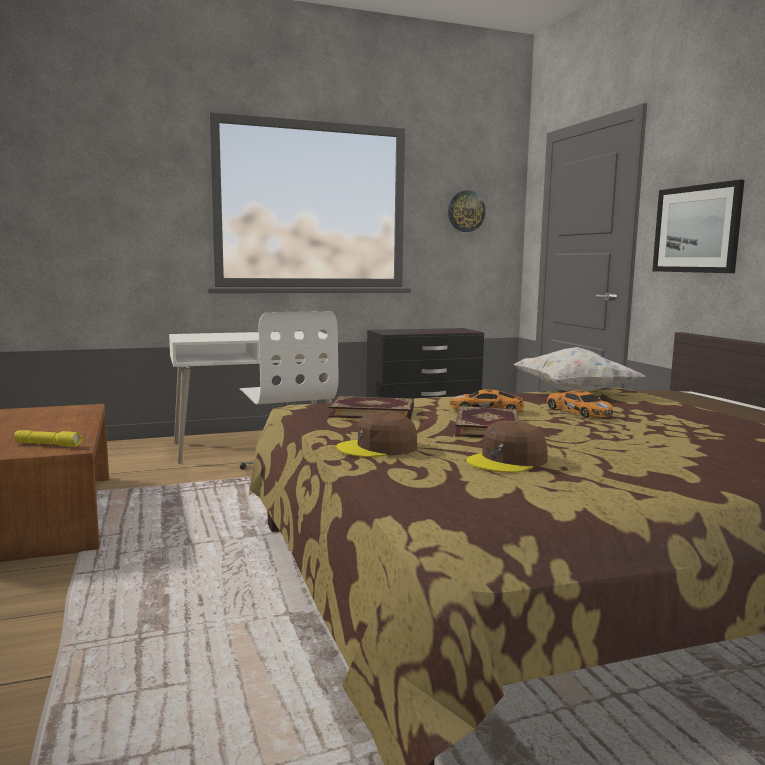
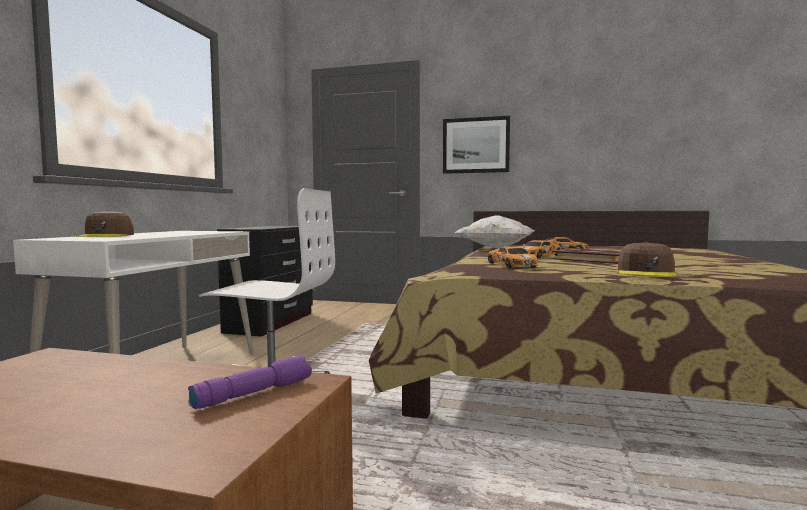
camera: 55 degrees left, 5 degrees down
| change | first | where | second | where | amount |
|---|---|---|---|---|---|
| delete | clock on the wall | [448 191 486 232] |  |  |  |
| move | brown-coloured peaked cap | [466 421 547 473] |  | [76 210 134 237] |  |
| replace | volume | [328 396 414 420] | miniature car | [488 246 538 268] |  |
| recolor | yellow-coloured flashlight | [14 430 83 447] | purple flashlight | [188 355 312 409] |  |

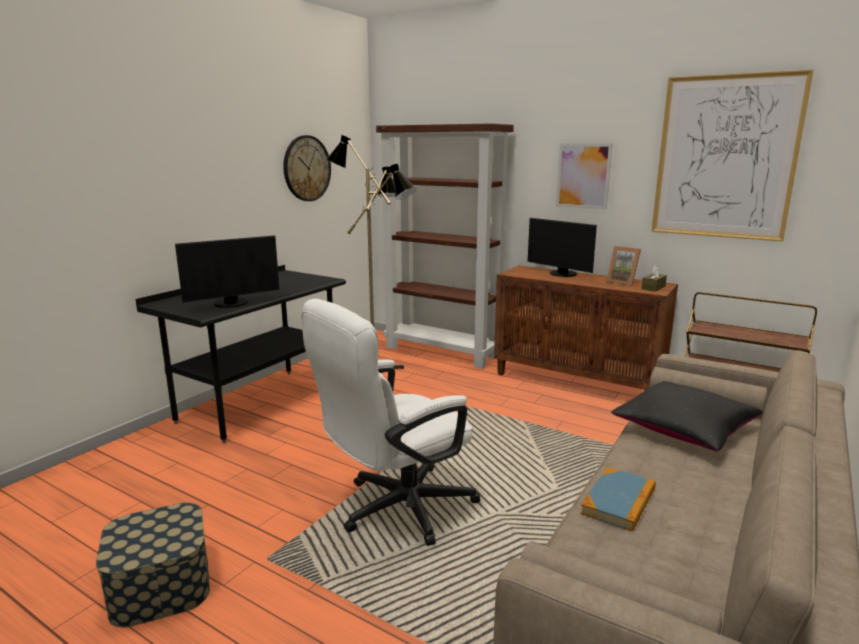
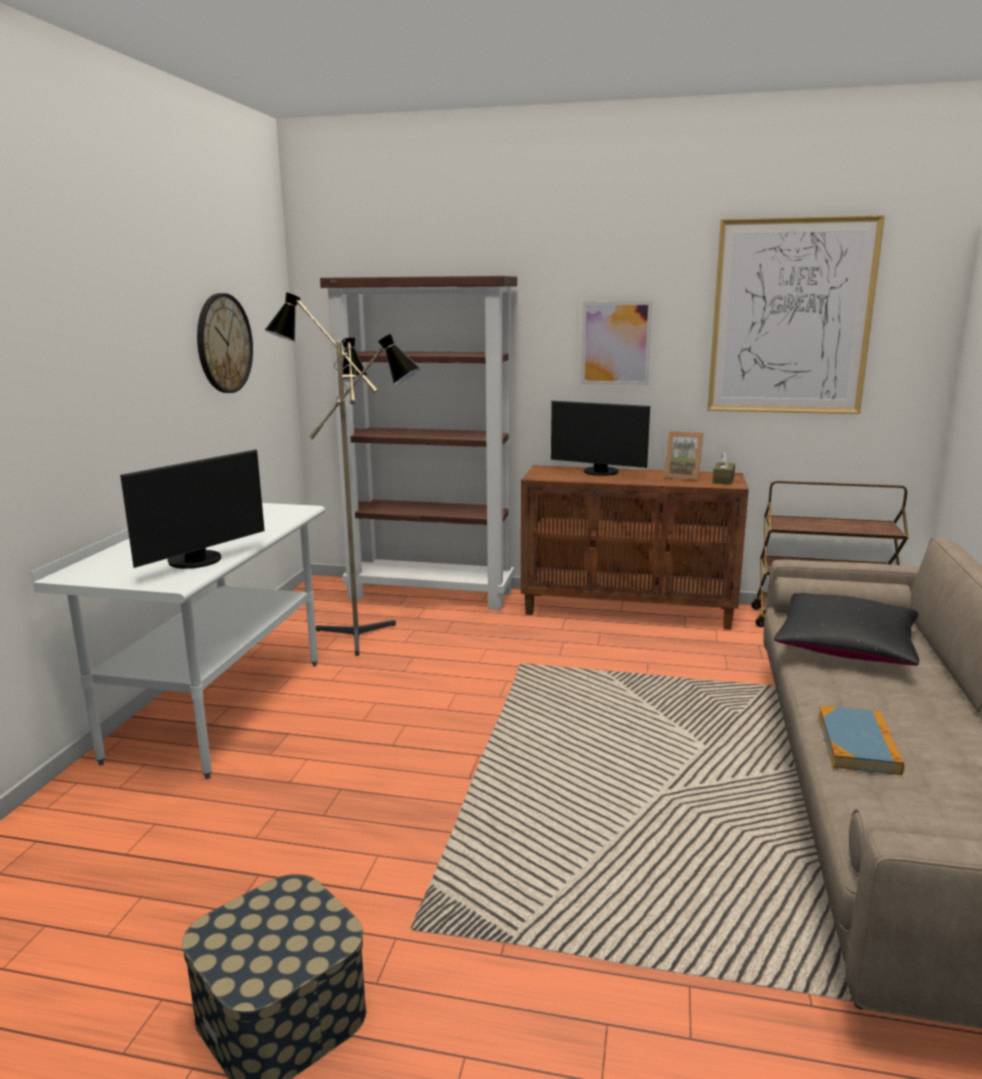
camera: 20 degrees left, 0 degrees up
| change | first | where | second | where | amount |
|---|---|---|---|---|---|
| delete | white computer chair | [301 299 480 546] |  |  |  |
| recolor | black desk unit | [135 265 346 443] | white desk unit | [31 503 325 779] |  |

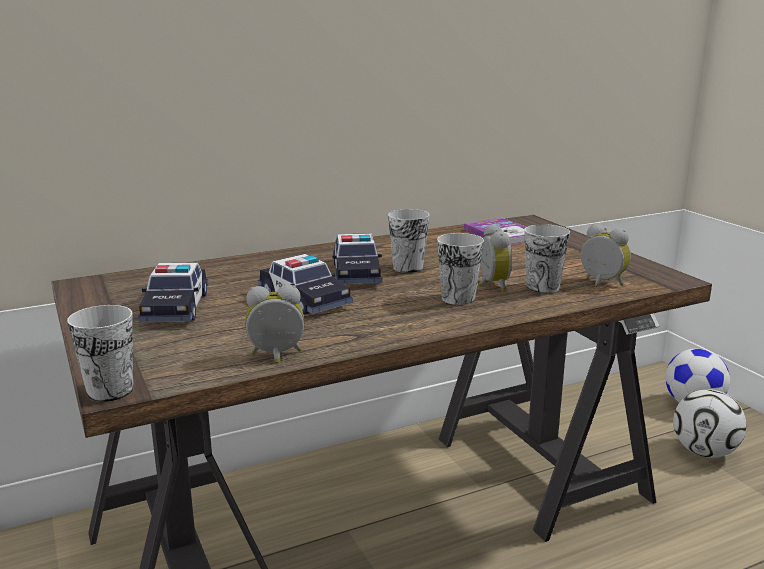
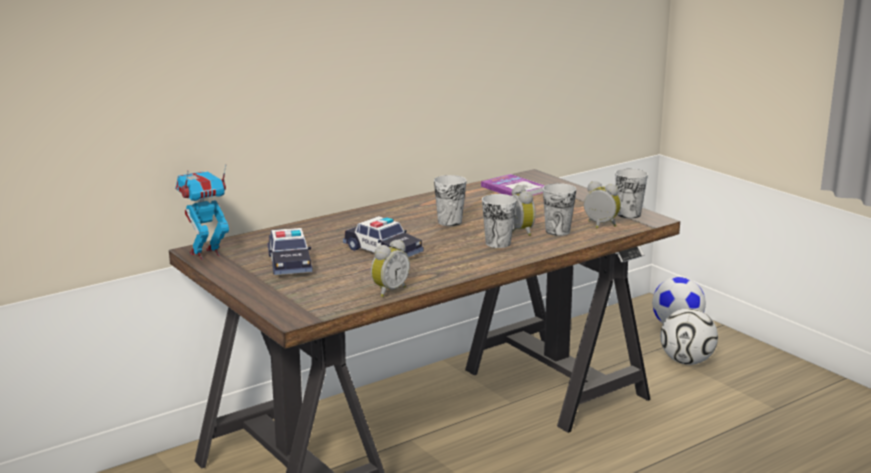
camera: 10 degrees left, 0 degrees up
| change | first | where | second | where | amount |
|---|---|---|---|---|---|
| delete | miniature car | [333 233 382 284] |  |  |  |
| insert |  |  | robot figure | [175 164 229 260] |  |
| move | cup | [67 305 133 402] |  | [615 169 648 219] |  |
| rotate | table clock | [245 285 304 363] |  | [371 239 410 297] | 150 degrees clockwise |

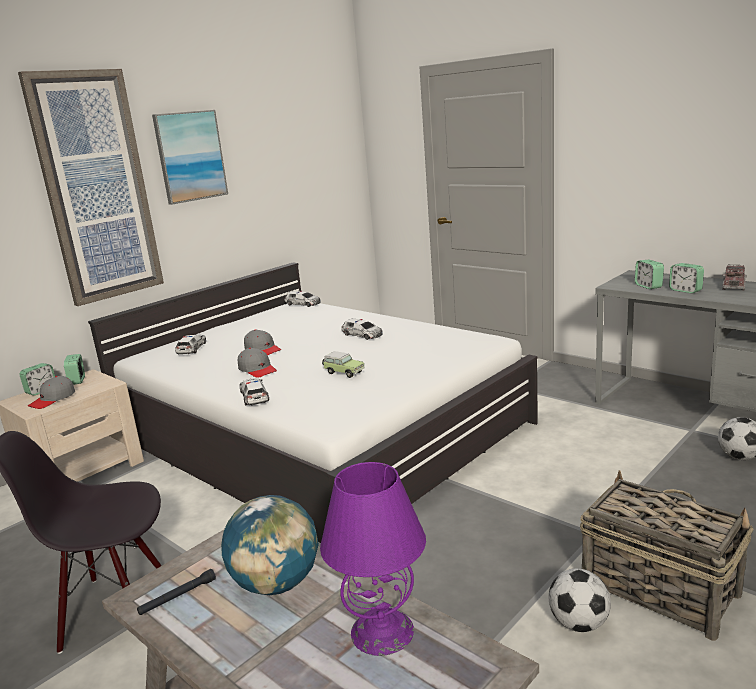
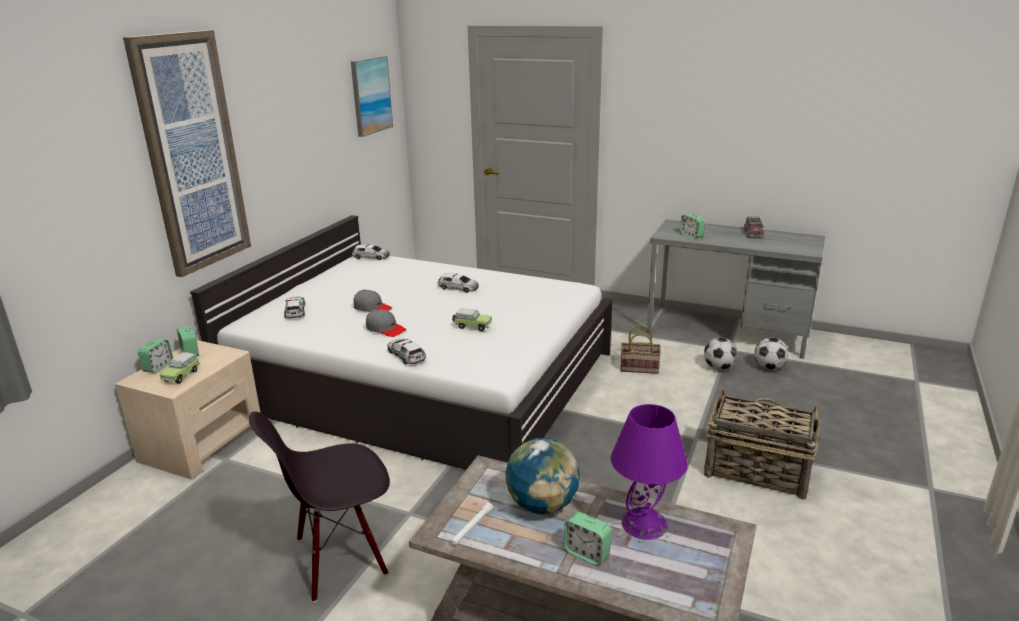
camera: 20 degrees left, 5 degrees up
| change | first | where | second | where | amount |
|---|---|---|---|---|---|
| insert |  |  | household basket | [620 324 661 374] |  |
| move | wall picture | [152 110 228 205] |  | [351 56 393 137] |  |
| move | football ball | [549 568 611 632] |  | [704 337 738 370] |  |
| move | table clock | [669 263 704 293] |  | [564 512 611 565] |  |
| replace | gray peaked cap | [28 376 75 409] | miniature car | [160 352 200 384] |  |
| recolor | black flashlight | [137 569 216 615] | white flashlight | [451 502 493 546] |  |

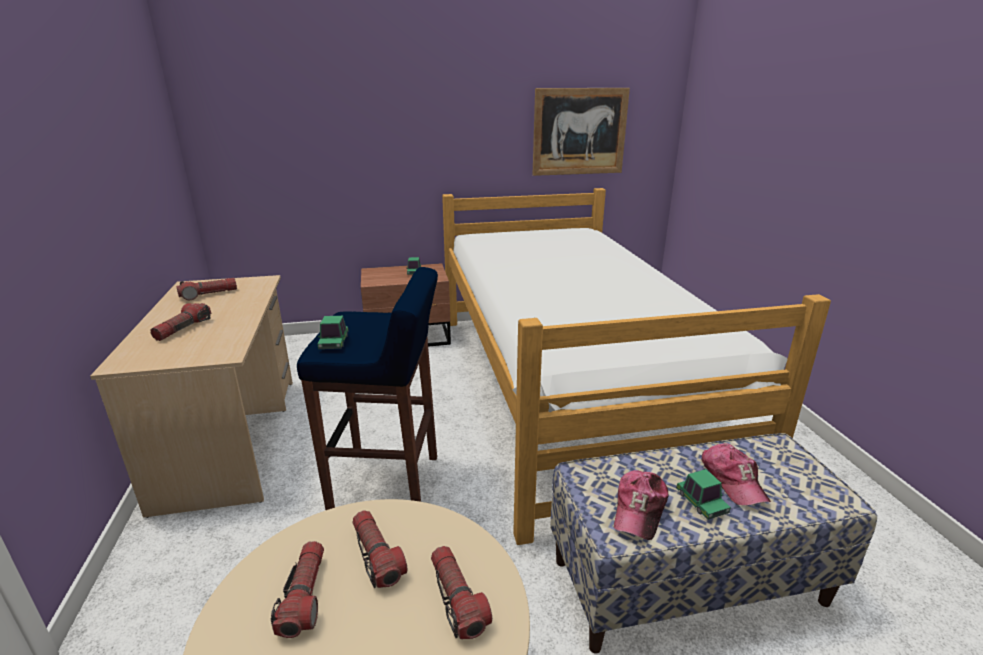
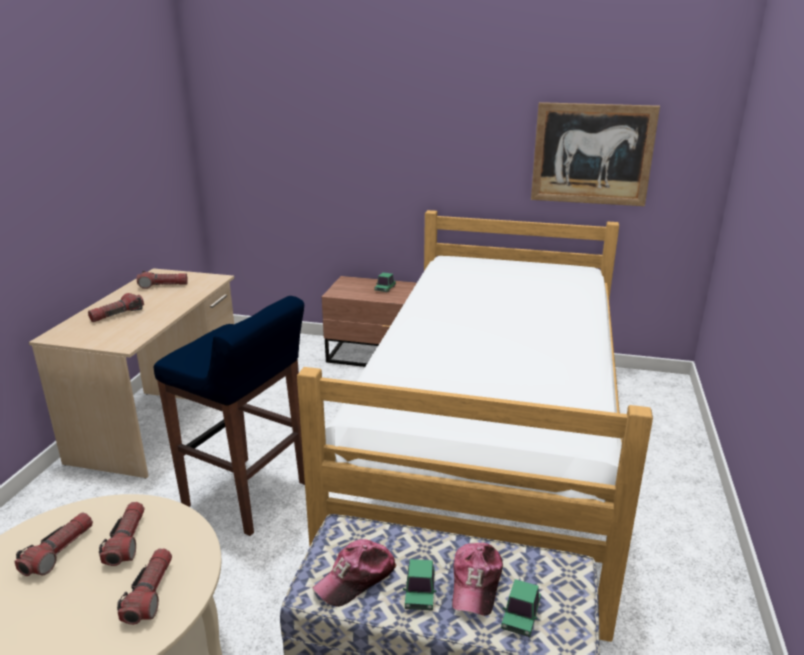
camera: 25 degrees right, 0 degrees up
| change | first | where | second | where | amount |
|---|---|---|---|---|---|
| move | miniature car | [318 316 348 349] |  | [501 579 541 637] |  |

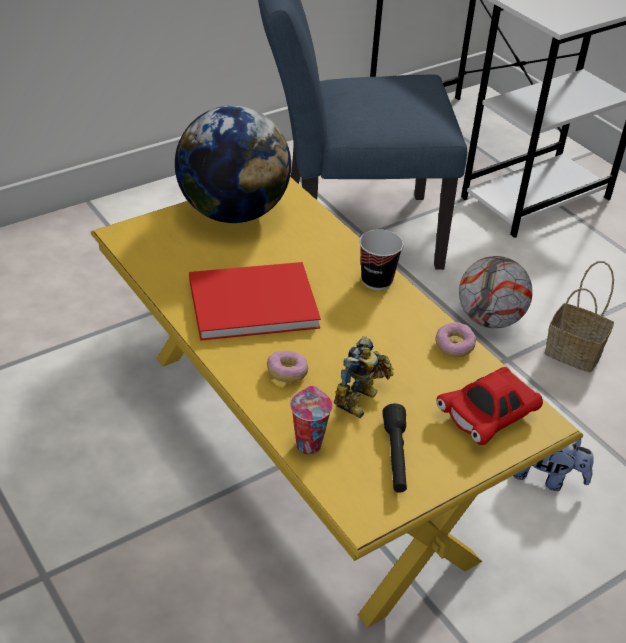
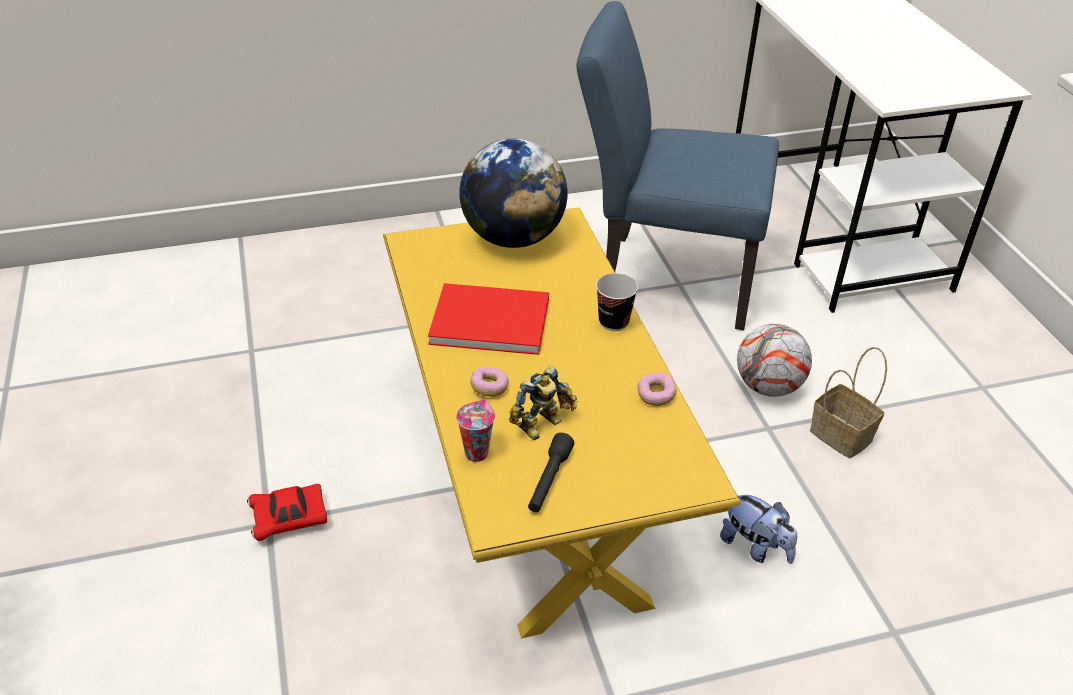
camera: 20 degrees right, 0 degrees up
| change | first | where | second | where | amount |
|---|---|---|---|---|---|
| move | red-coloured miniature car | [437 367 543 445] |  | [247 484 327 541] |  |

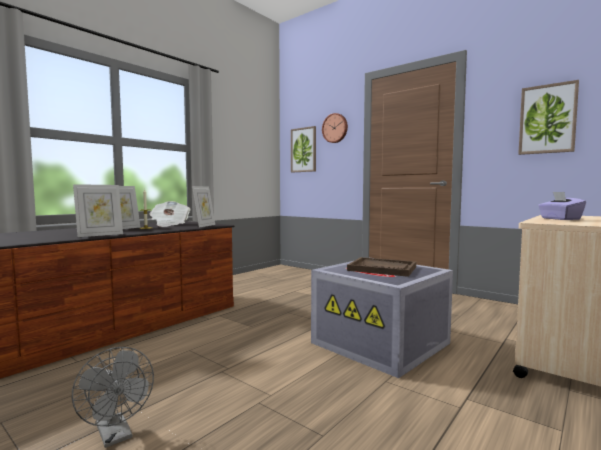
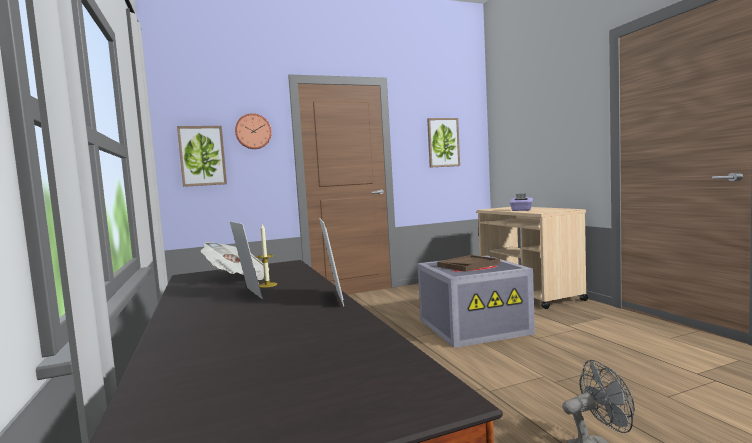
camera: 60 degrees left, 0 degrees up
| change | first | where | second | where | amount |
|---|---|---|---|---|---|
| delete | standing frame | [192 186 215 228] |  |  |  |

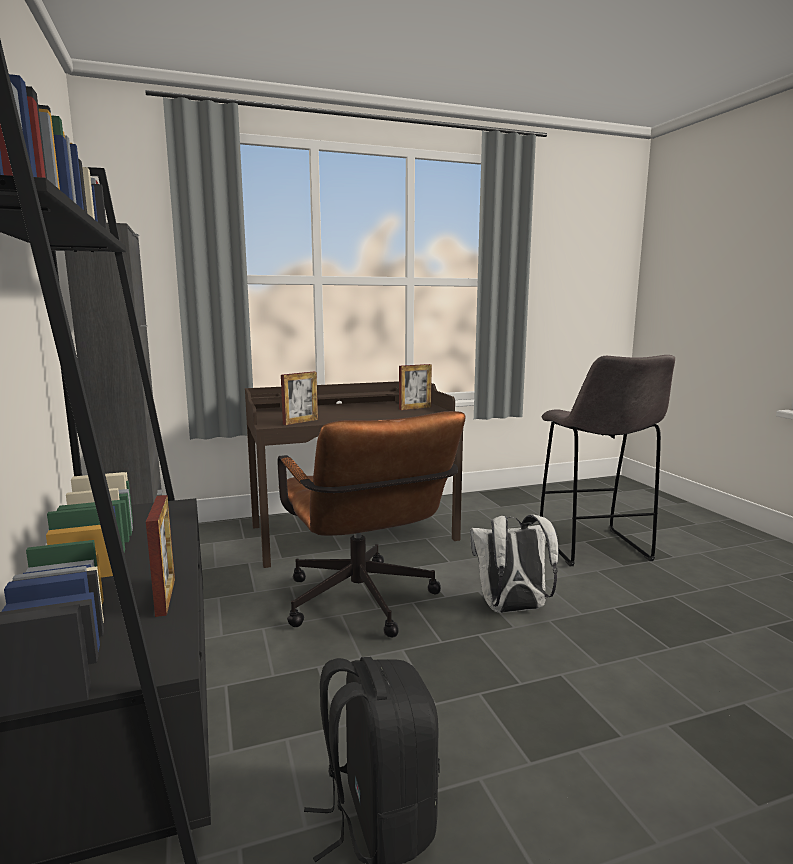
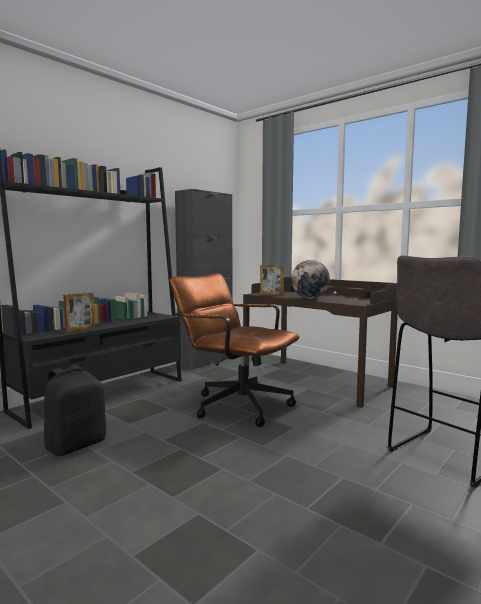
camera: 60 degrees right, 5 degrees down
| change | first | where | second | where | amount |
|---|---|---|---|---|---|
| delete | standing frame | [399 364 432 410] |  |  |  |
| delete | white backpack | [470 514 559 613] |  |  |  |
| insert |  |  | world globe | [291 260 330 299] |  |
| rotate | brown-coloured computer chair | [278 411 465 638] |  | [169 273 299 427] | 90 degrees clockwise |

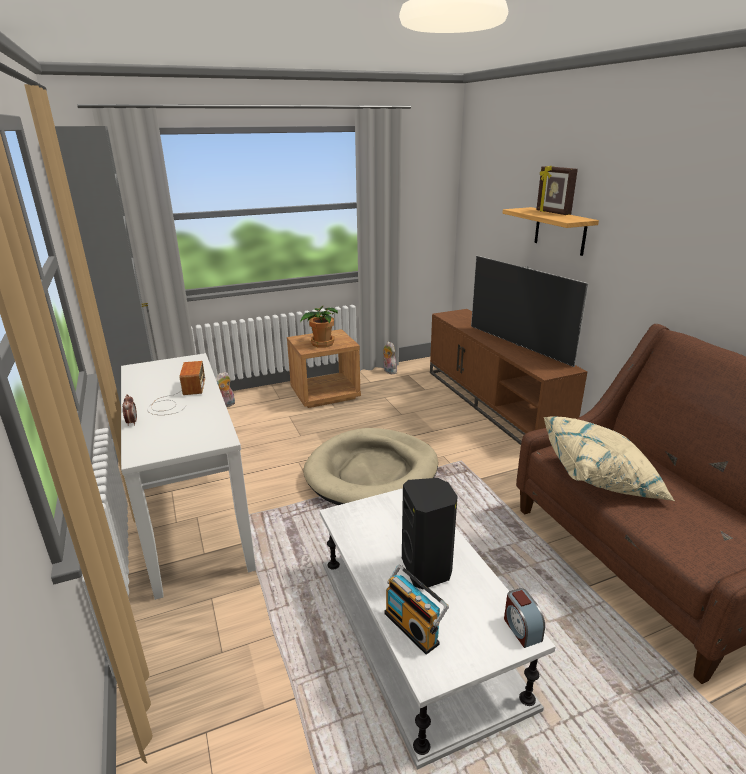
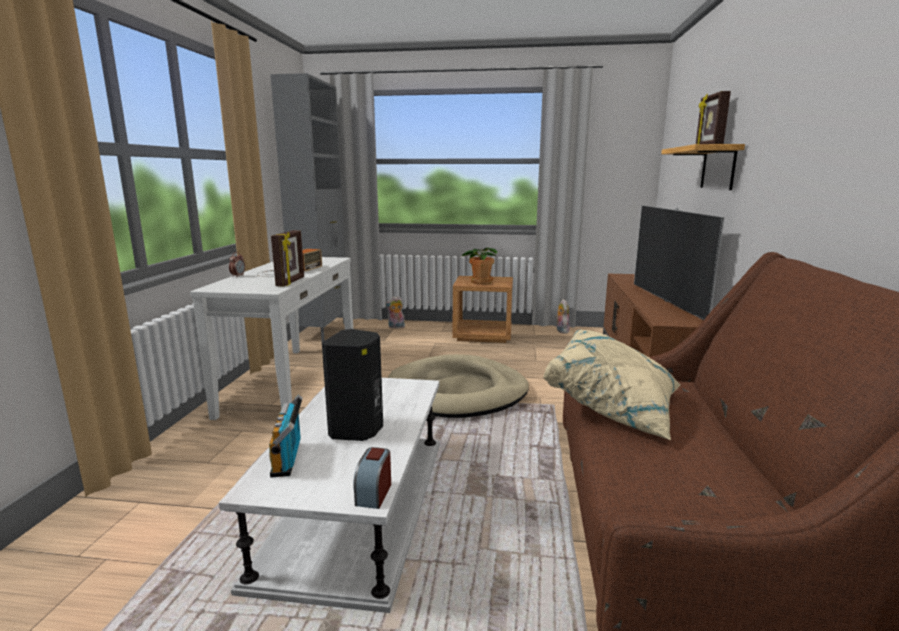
camera: 30 degrees right, 10 degrees down
| change | first | where | second | where | amount |
|---|---|---|---|---|---|
| insert |  |  | standing frame | [271 230 304 286] |  |

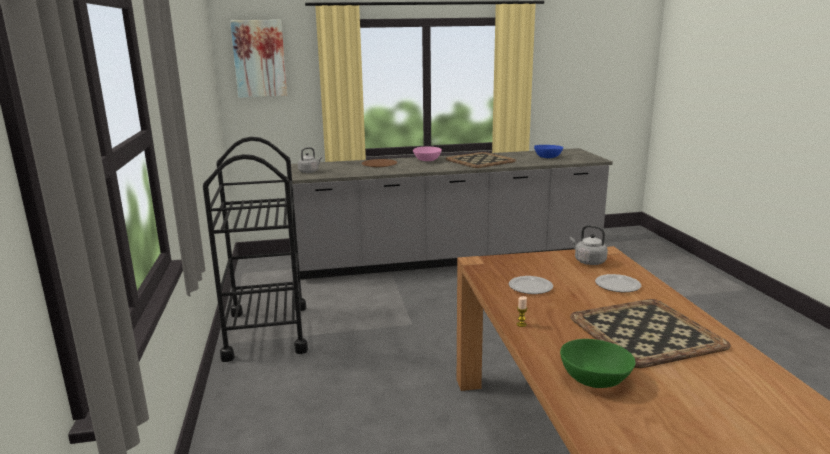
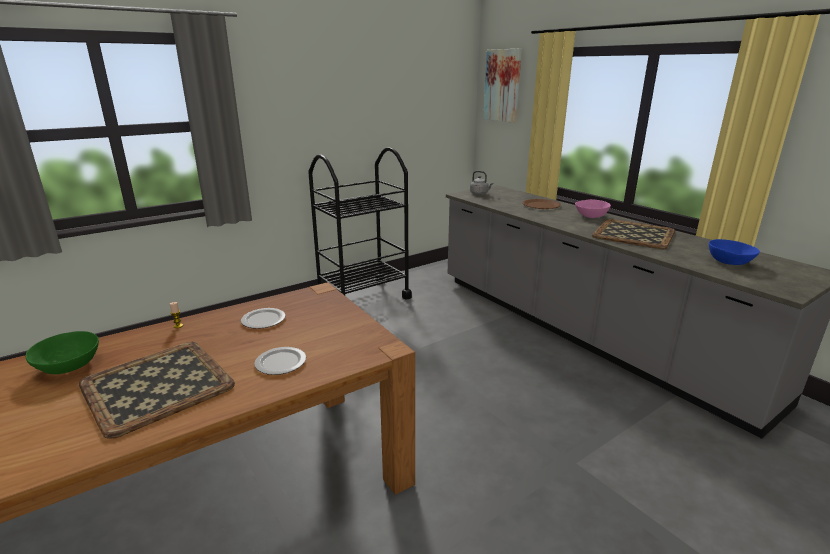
camera: 65 degrees right, 5 degrees up
| change | first | where | second | where | amount |
|---|---|---|---|---|---|
| delete | gray kettle | [570 225 608 265] |  |  |  |

